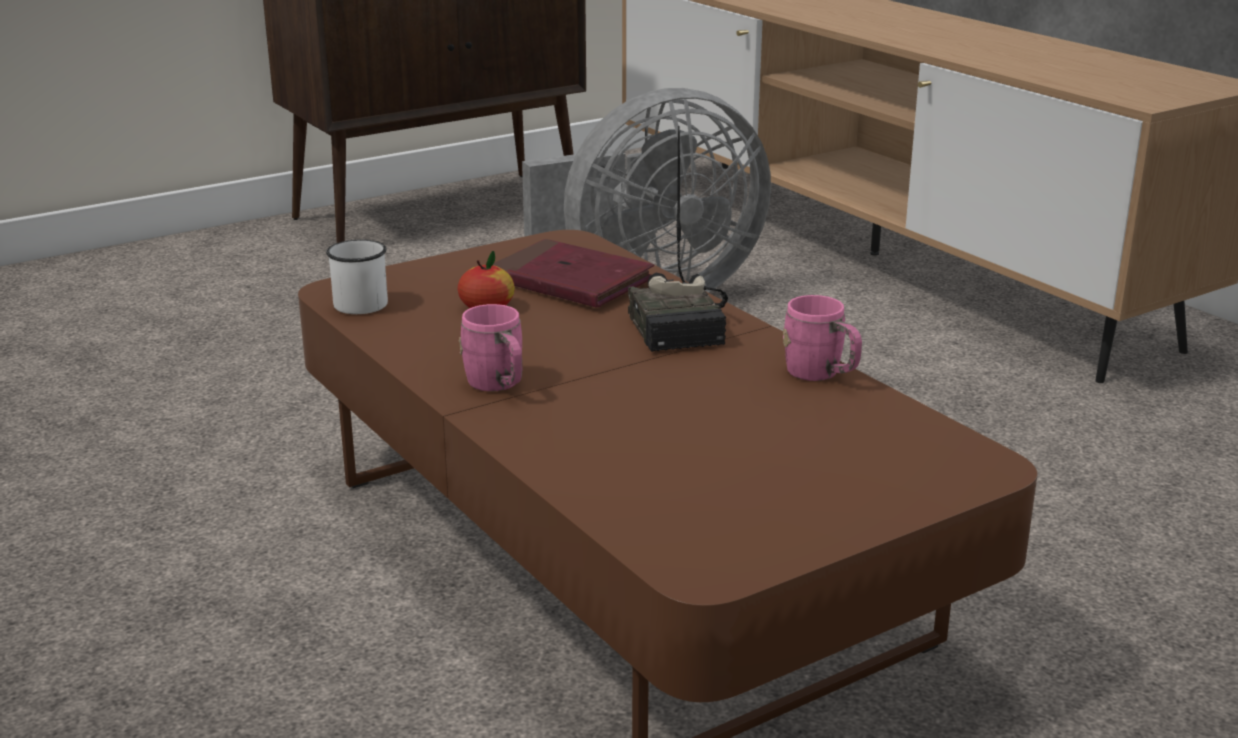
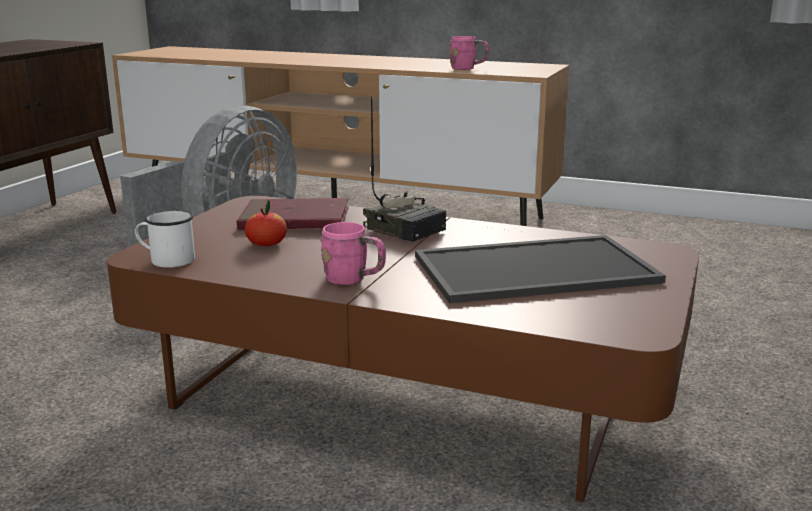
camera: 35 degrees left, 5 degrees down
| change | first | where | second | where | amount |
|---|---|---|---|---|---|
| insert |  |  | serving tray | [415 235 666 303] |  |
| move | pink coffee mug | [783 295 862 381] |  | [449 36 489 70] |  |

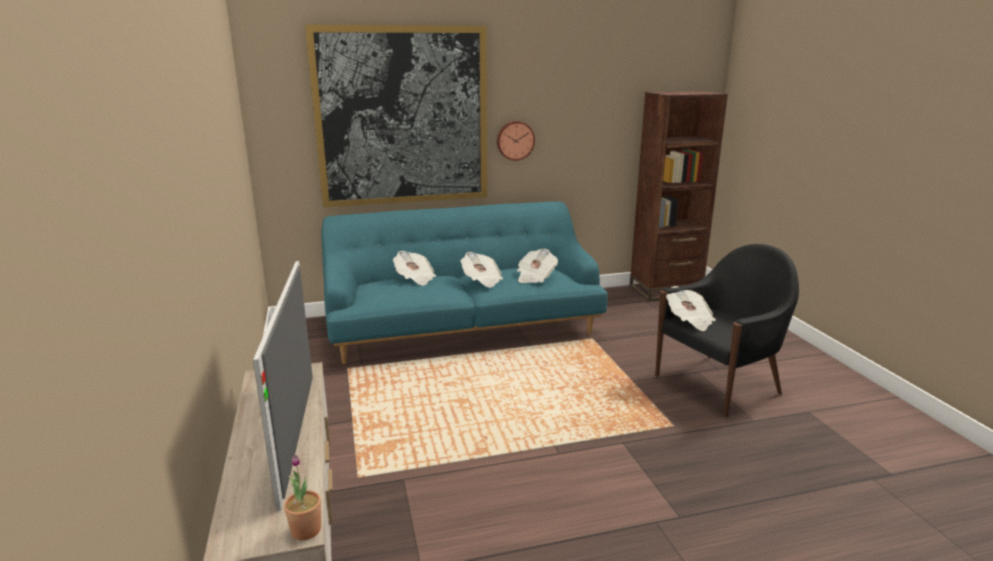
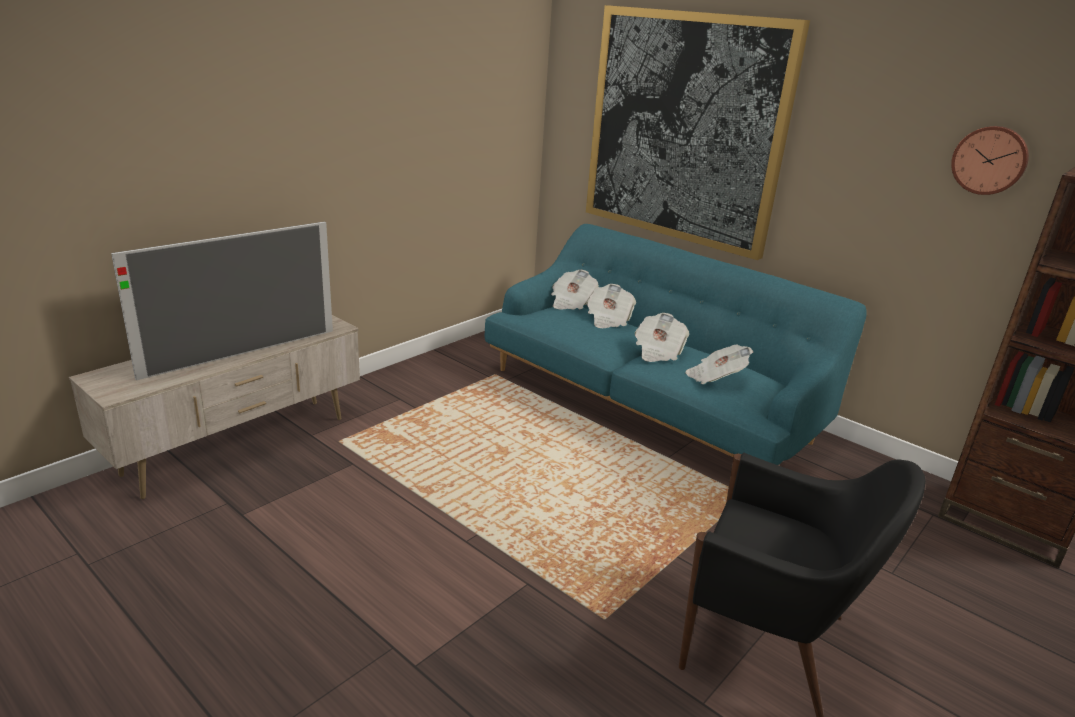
camera: 55 degrees right, 5 degrees up
| change | first | where | second | where | amount |
|---|---|---|---|---|---|
| delete | houseplant | [284 455 321 540] |  |  |  |
| move | clock on the wall | [497 121 535 161] |  | [951 126 1029 195] |  |
| move | newspaper | [666 286 716 331] |  | [551 270 599 310] |  |

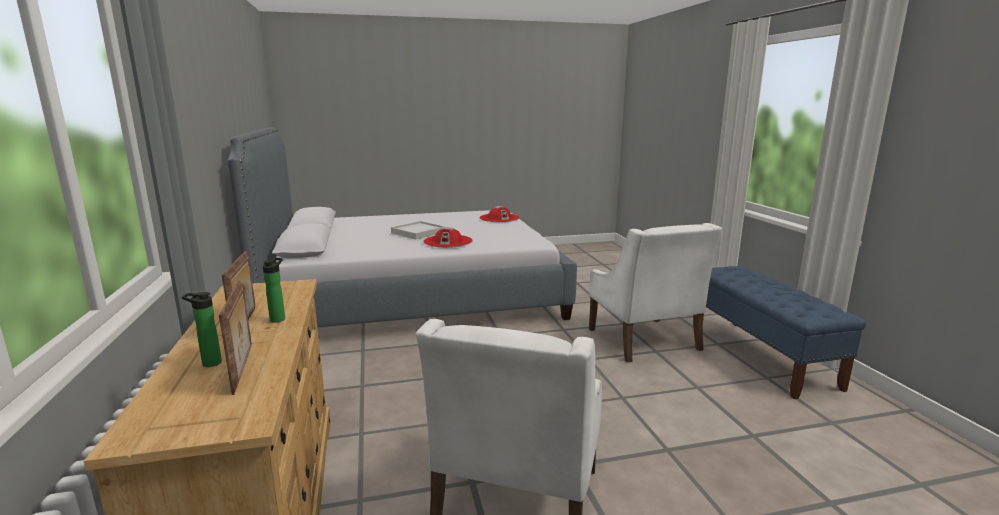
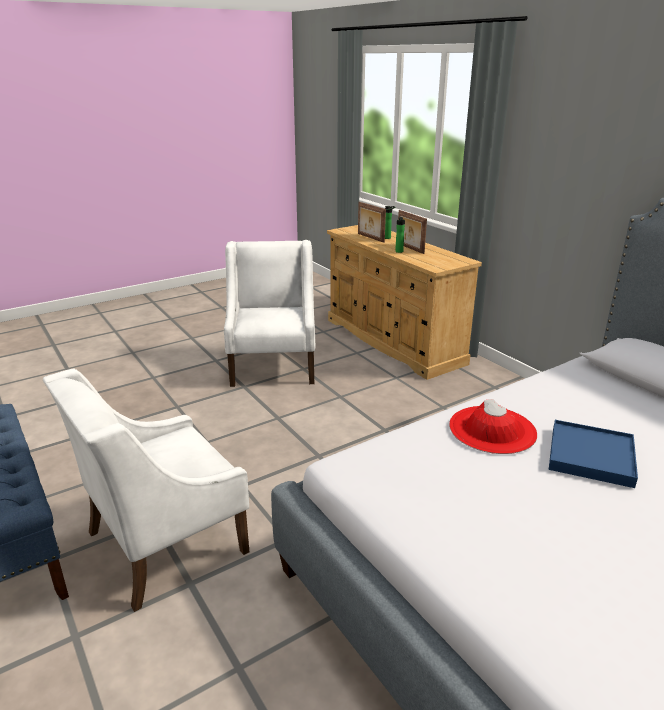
camera: 160 degrees right, 10 degrees up
| change | first | where | second | where | amount |
|---|---|---|---|---|---|
| delete | red-coloured hat | [480 206 520 222] |  |  |  |
| recolor | white serving tray | [391 221 445 239] | bluish serving tray | [549 420 638 488] |  |
| rotate | white lounge chair | [589 223 722 363] |  | [43 368 249 612] | 90 degrees counterclockwise |

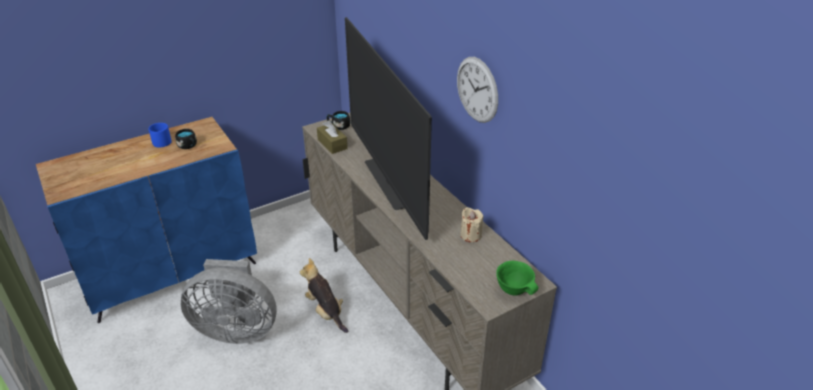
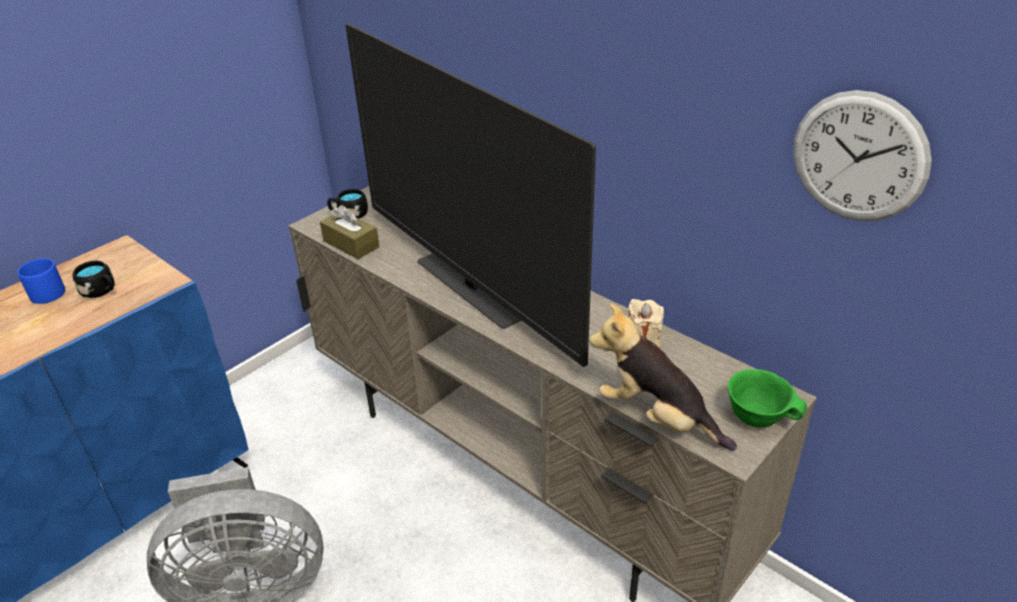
camera: 15 degrees left, 0 degrees up
| change | first | where | second | where | amount |
|---|---|---|---|---|---|
| move | cuddly toy | [300 258 348 333] |  | [590 303 737 451] |  |
| move | clock on the wall | [457 57 498 123] |  | [793 90 932 221] |  |

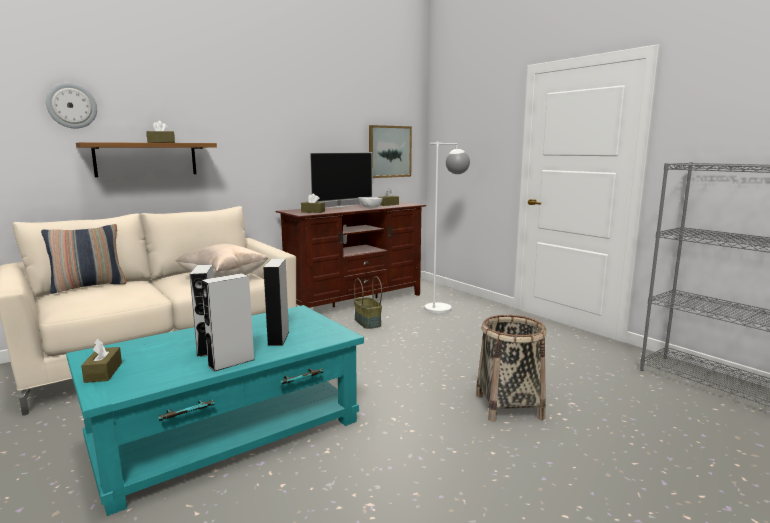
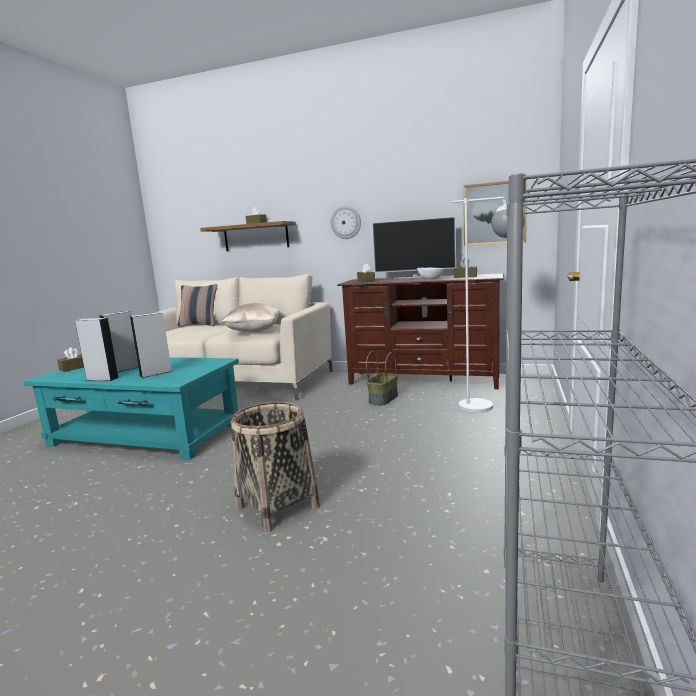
camera: 55 degrees right, 0 degrees up
| change | first | where | second | where | amount |
|---|---|---|---|---|---|
| move | clock on the wall | [46 83 97 129] |  | [331 206 361 239] |  |

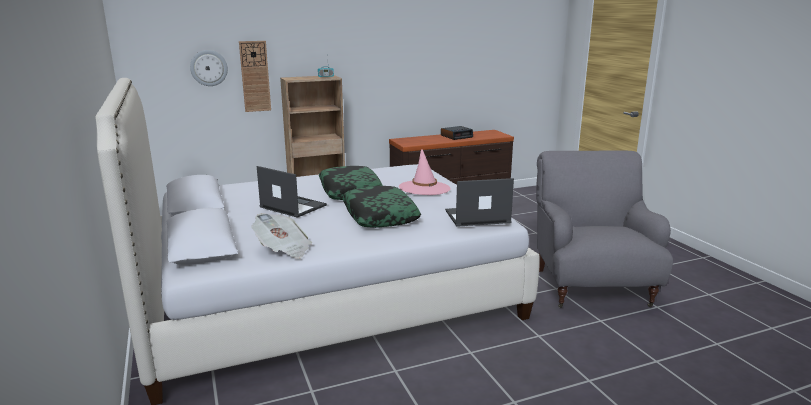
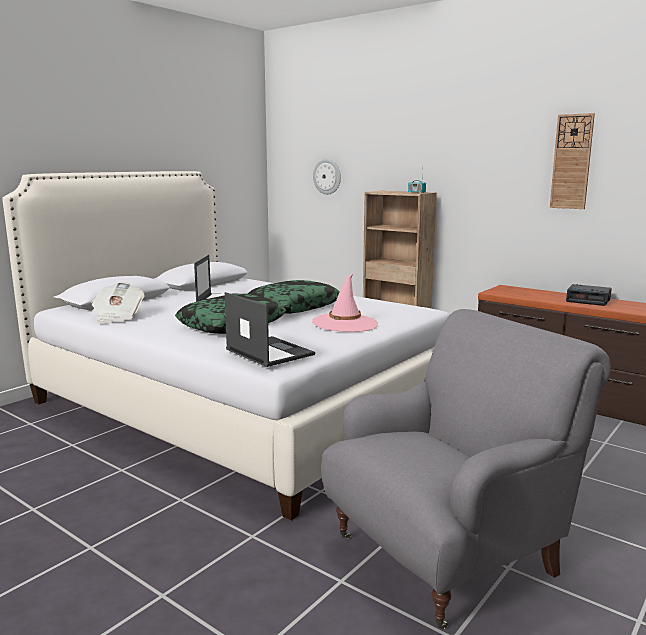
camera: 60 degrees right, 5 degrees down
| change | first | where | second | where | amount |
|---|---|---|---|---|---|
| move | clock on the wall | [239 41 271 112] |  | [550 113 595 209] |  |

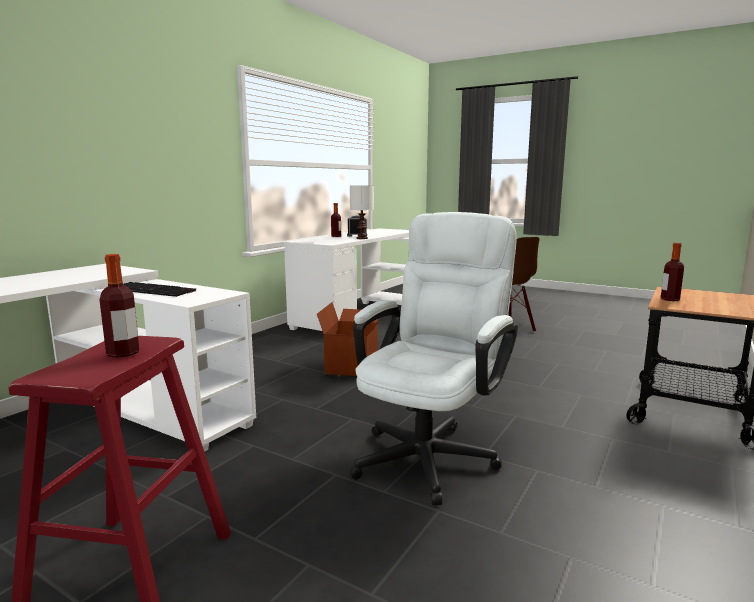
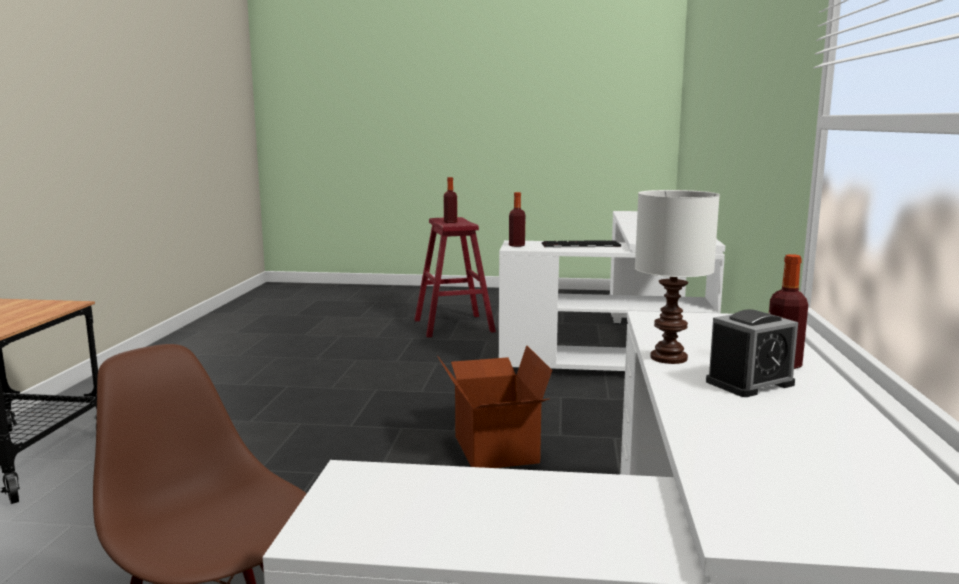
camera: 155 degrees right, 0 degrees up
| change | first | where | second | where | amount |
|---|---|---|---|---|---|
| delete | white computer chair | [349 212 518 505] |  |  |  |
| move | drink bottle | [661 243 684 301] |  | [509 192 525 247] |  |

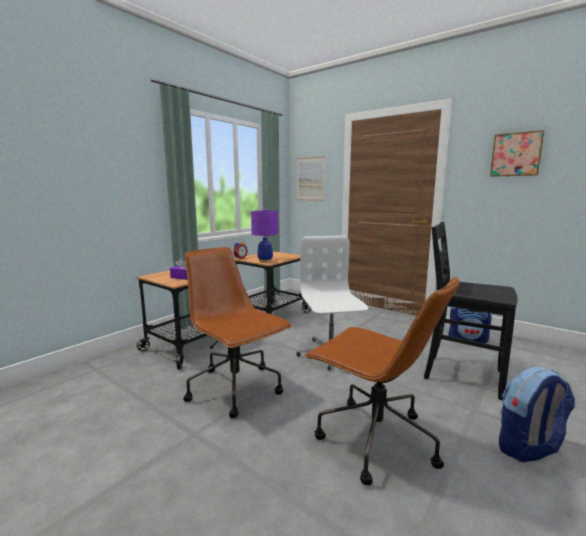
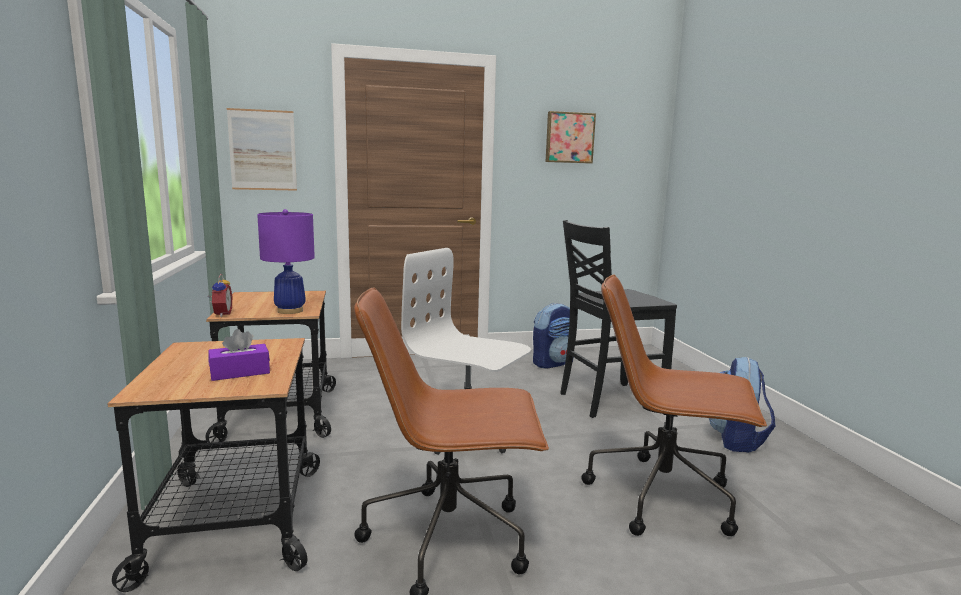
camera: 50 degrees left, 0 degrees up
| change | first | where | second | where | amount |
|---|---|---|---|---|---|
| rotate | brown-coloured computer chair | [304 276 460 486] |  | [581 275 767 536] | 150 degrees counterclockwise |

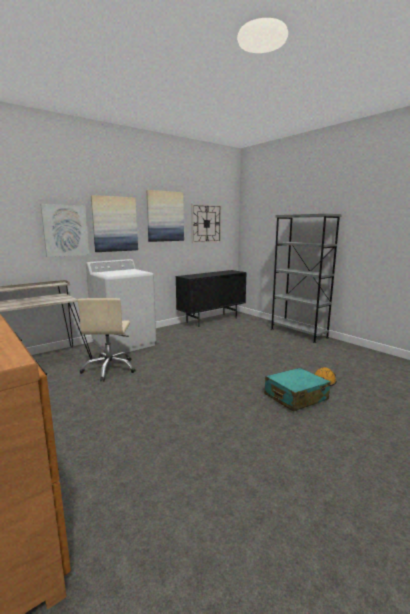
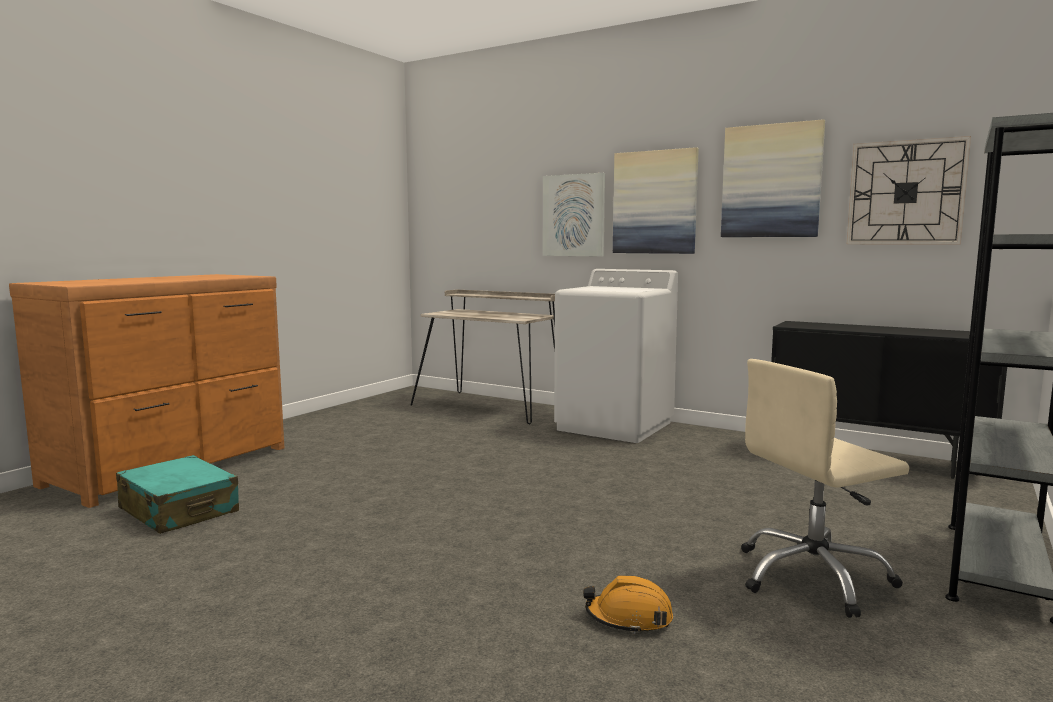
camera: 70 degrees right, 5 degrees down
| change | first | where | second | where | amount |
|---|---|---|---|---|---|
| move | sand-coloured computer chair | [78 298 136 381] |  | [741 359 910 618] |  |
| move | turquoise piece of luggage | [264 368 330 412] |  | [116 455 239 534] |  |

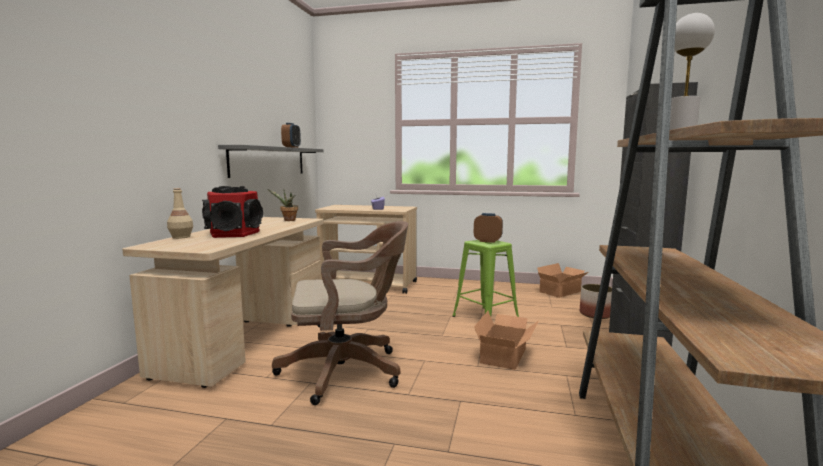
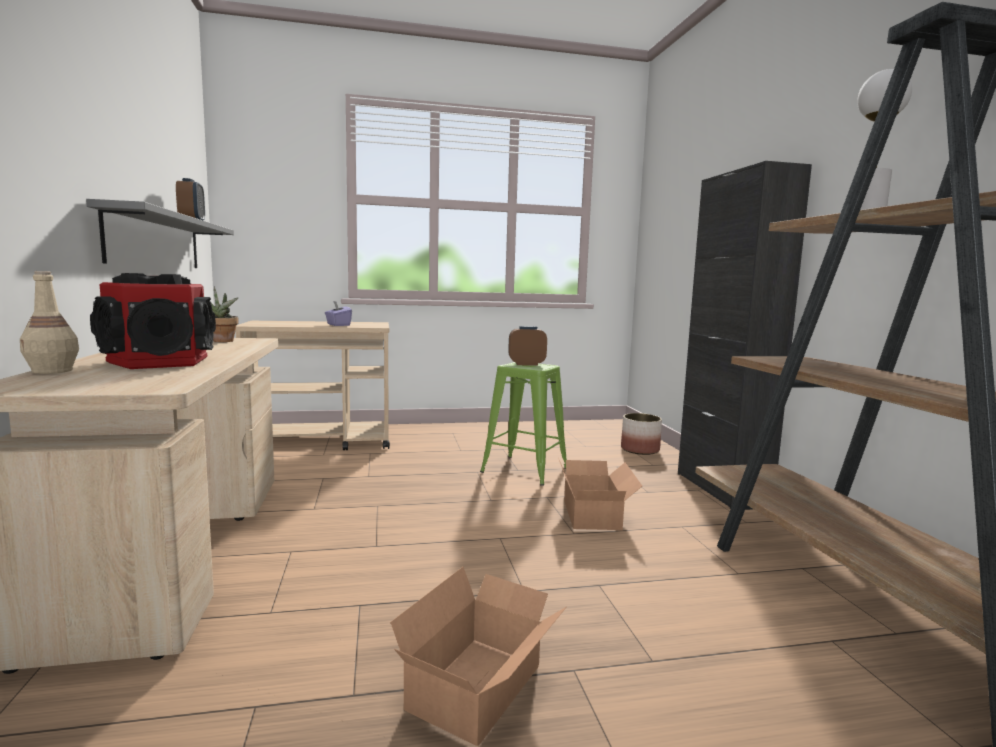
camera: 25 degrees left, 0 degrees up
| change | first | where | second | where | amount |
|---|---|---|---|---|---|
| delete | brown-coloured computer chair | [272 221 408 405] |  |  |  |
| move | cardboard box | [537 263 589 298] |  | [390 567 566 746] |  |

